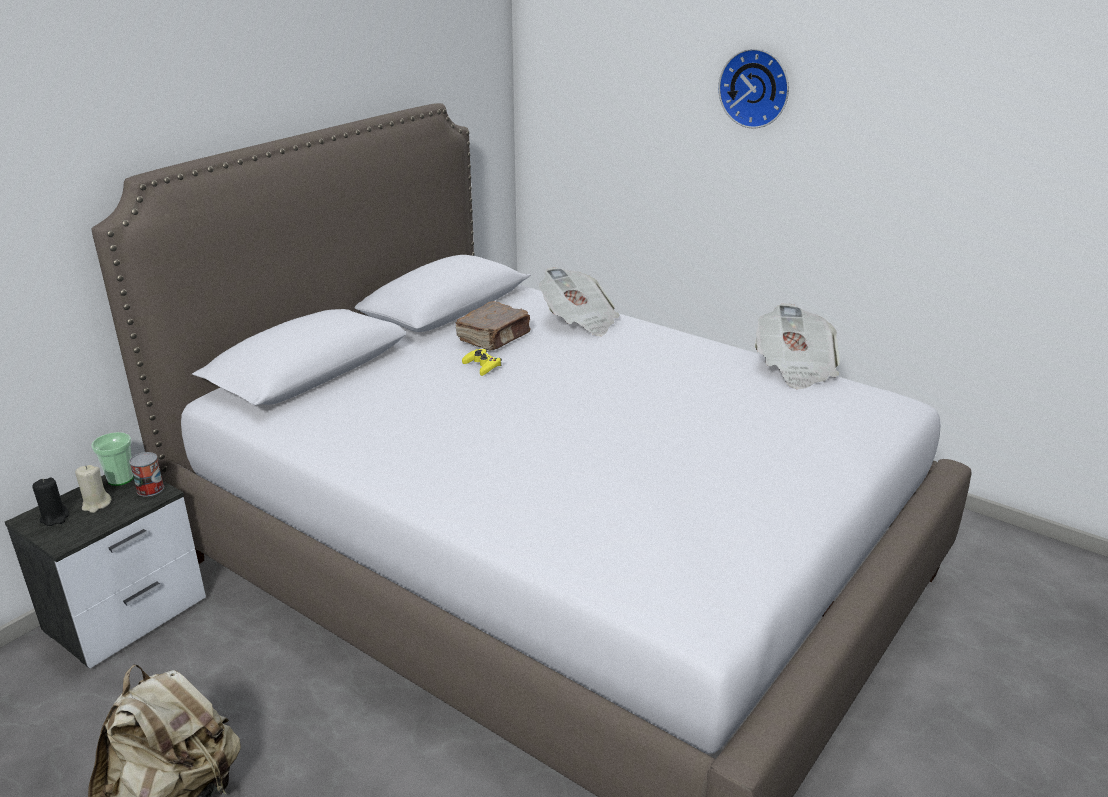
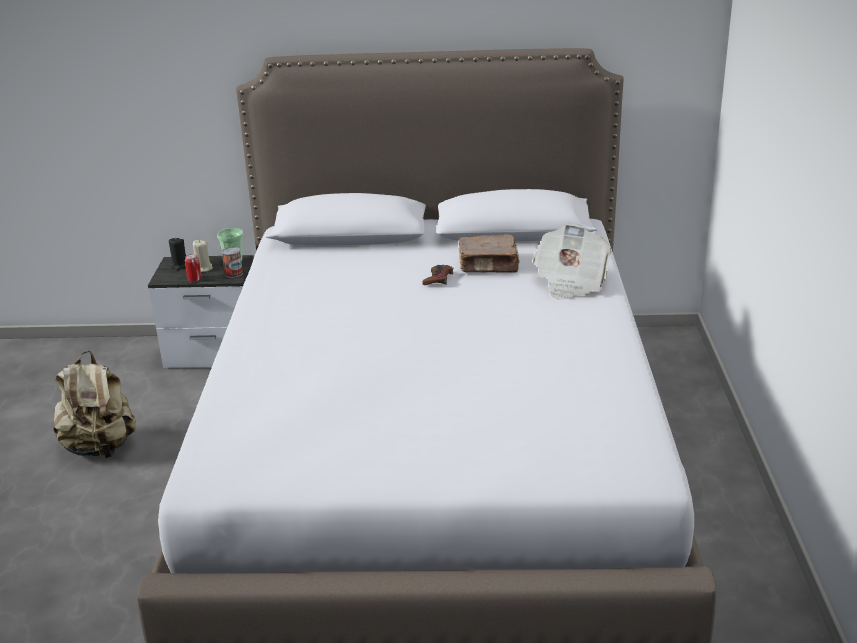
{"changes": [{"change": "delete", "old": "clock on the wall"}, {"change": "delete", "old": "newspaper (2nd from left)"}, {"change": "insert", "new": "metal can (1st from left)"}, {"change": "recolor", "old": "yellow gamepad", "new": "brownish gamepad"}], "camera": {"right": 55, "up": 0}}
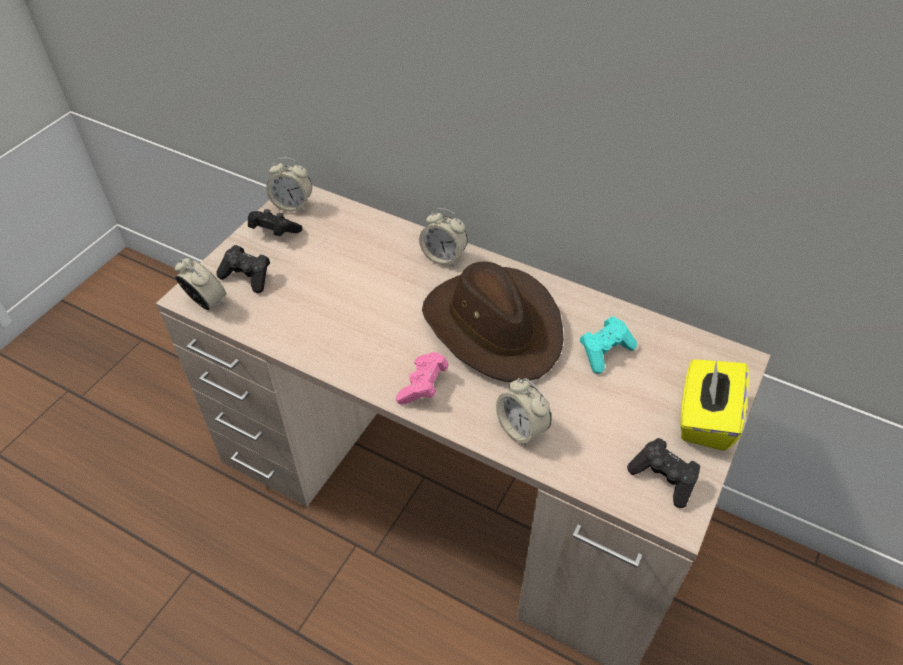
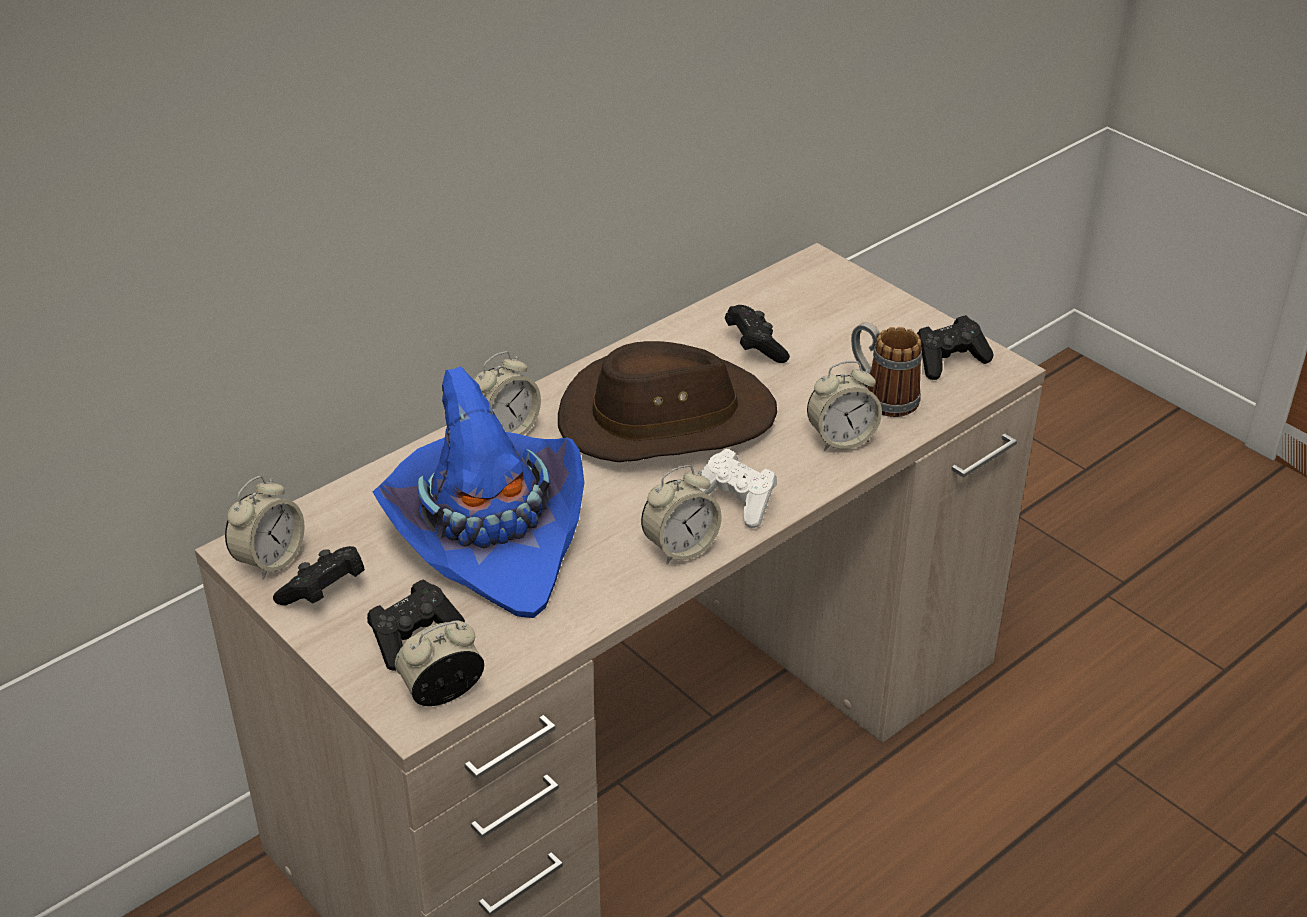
{"changes": [{"change": "delete", "old": "yellow tissue holder"}, {"change": "insert", "new": "blue clothing hat"}, {"change": "insert", "new": "alarm clock (4th from left)"}, {"change": "insert", "new": "coffee mug"}, {"change": "recolor", "old": "pink gamepad", "new": "white gamepad"}, {"change": "recolor", "old": "turquoise-coloured gamepad", "new": "black gamepad (3rd from left)"}], "camera": {"right": -70, "up": -10}}
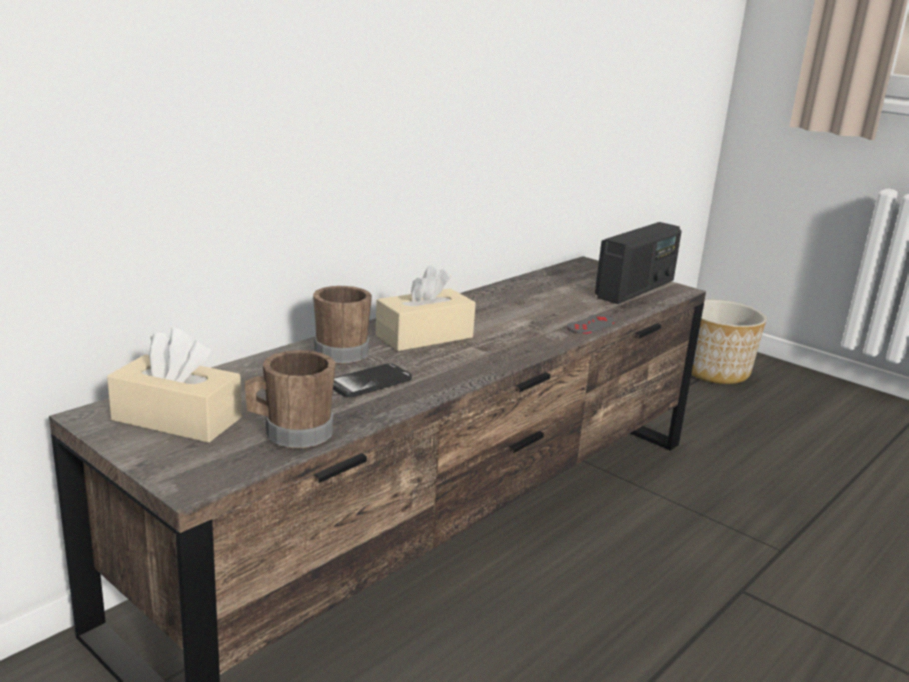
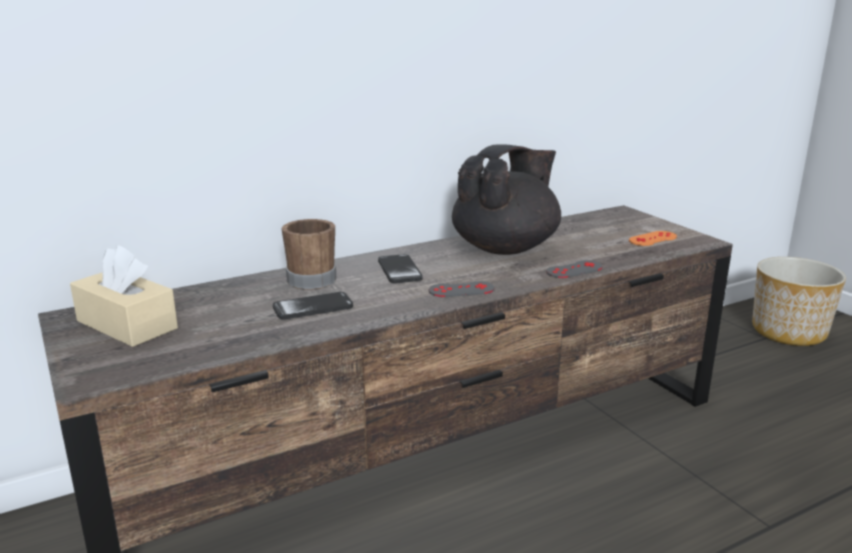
{"changes": [{"change": "delete", "old": "brownish coffee mug (1st from left)"}, {"change": "insert", "new": "gray gamepad (1st from left)"}, {"change": "insert", "new": "black pot for tea"}, {"change": "replace", "old": "sand-coloured tissue holder (2nd from left)", "new": "telephone (2nd from left)"}, {"change": "replace", "old": "radio", "new": "orangey gamepad"}], "camera": {"right": 20, "up": 0}}
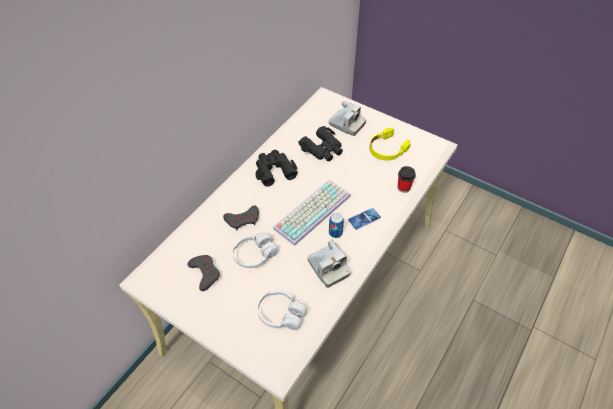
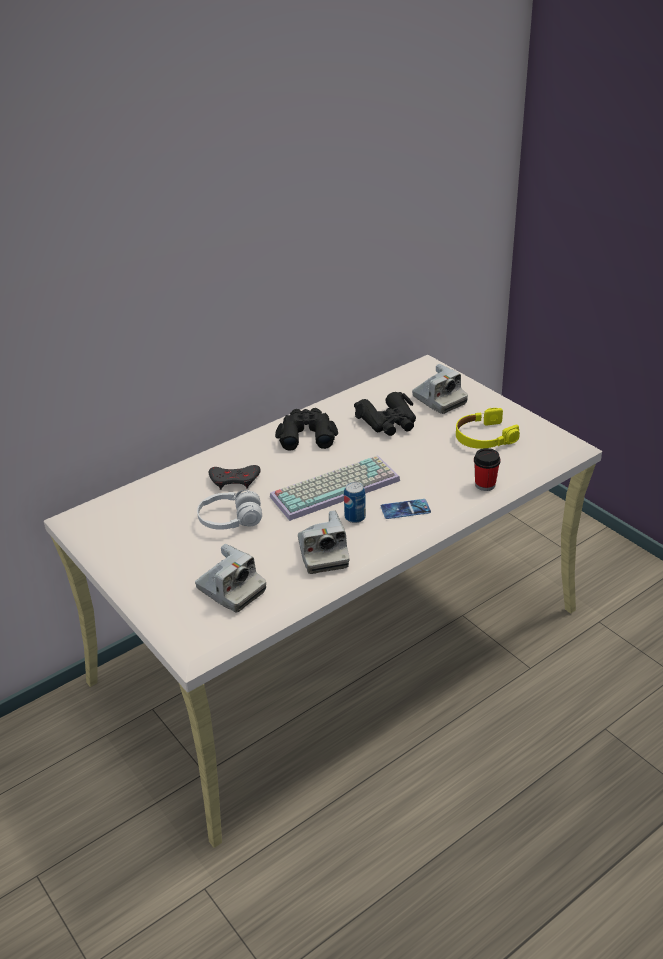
{"changes": [{"change": "delete", "old": "gray gamepad (1st from left)"}, {"change": "replace", "old": "white pair of headphones (2nd from left)", "new": "still camera (1st from left)"}], "camera": {"right": 20, "up": -15}}
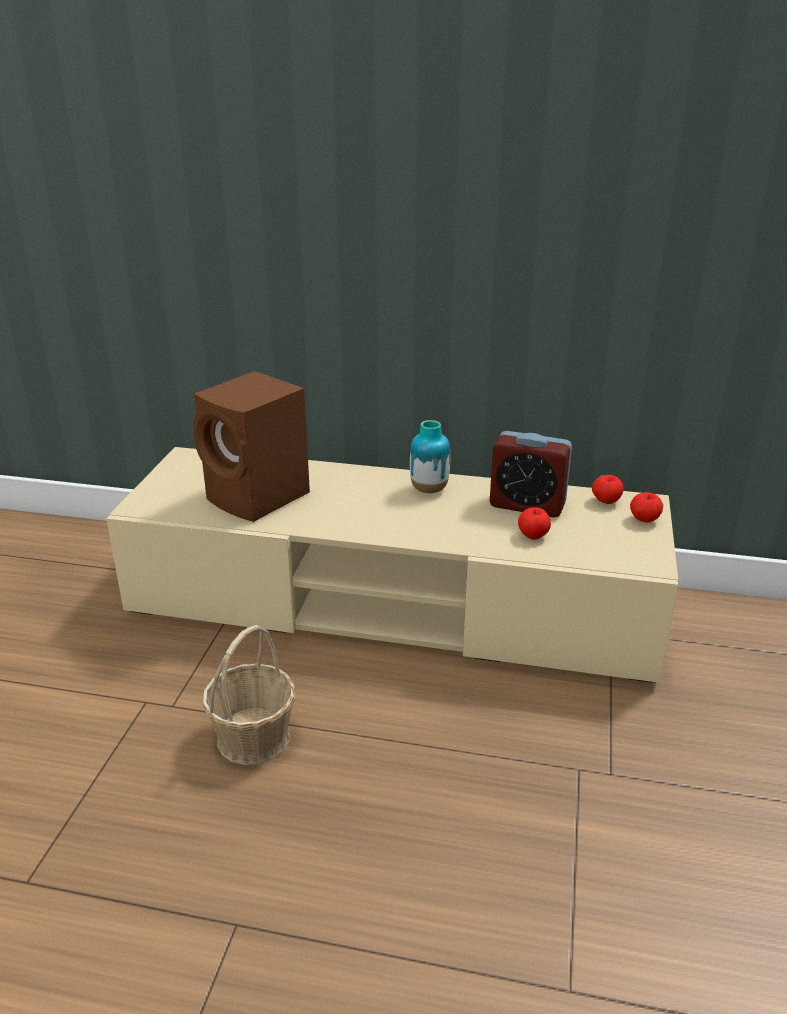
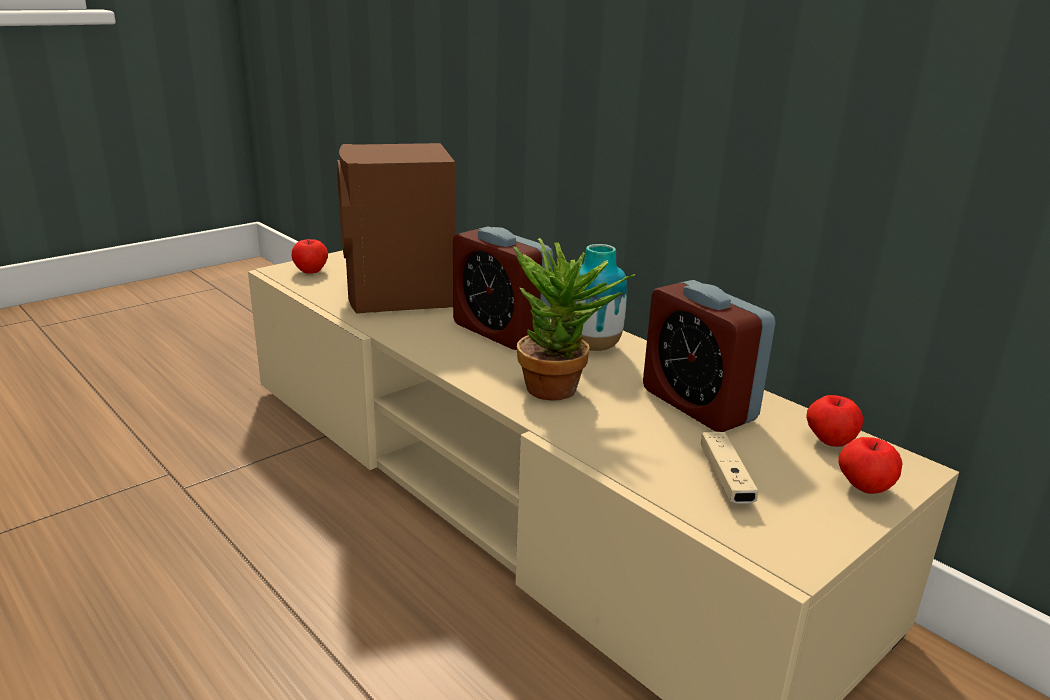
{"changes": [{"change": "delete", "old": "basket"}, {"change": "insert", "new": "alarm clock (1st from left)"}, {"change": "insert", "new": "houseplant"}, {"change": "insert", "new": "sand-coloured gamepad"}, {"change": "move", "old": "apple (1st from left)"}], "camera": {"right": 35, "up": -5}}
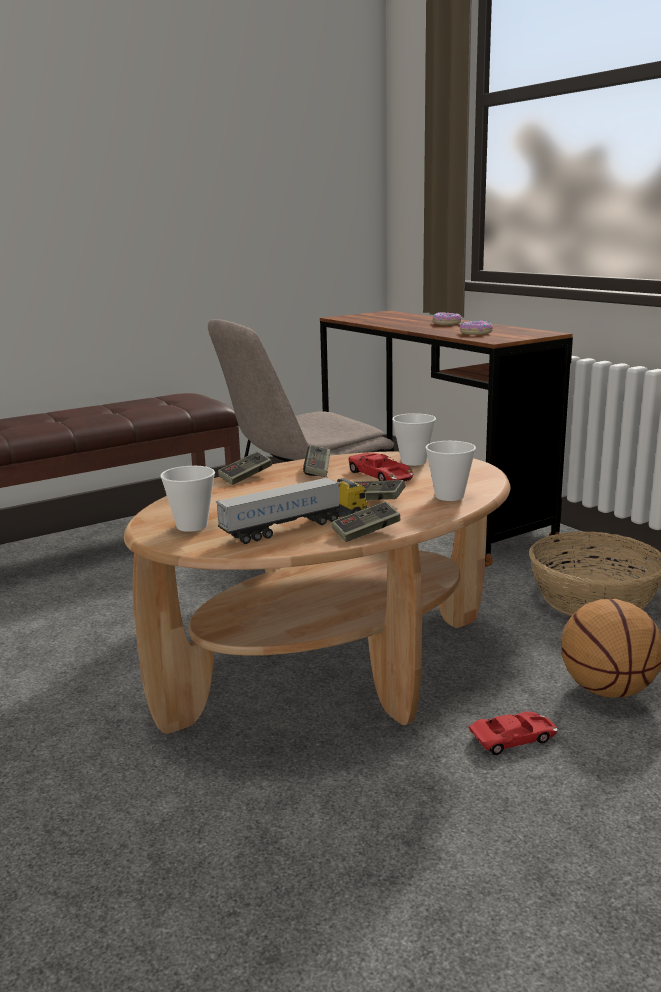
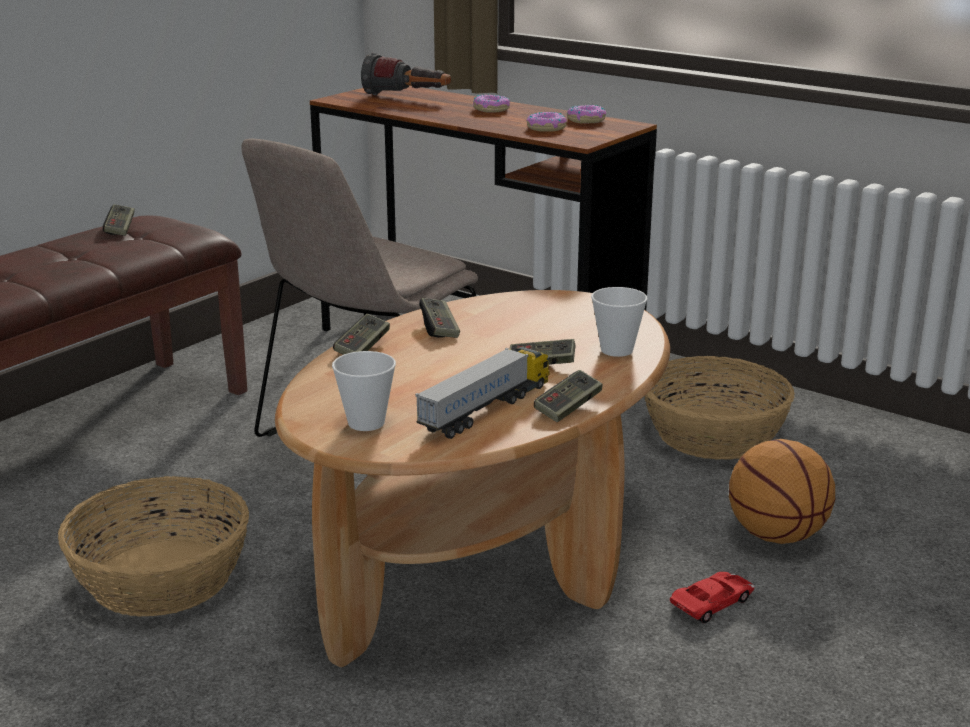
{"changes": [{"change": "delete", "old": "red miniature car (1st from left)"}, {"change": "delete", "old": "small cup (2nd from left)"}, {"change": "insert", "new": "basket (1st from left)"}, {"change": "insert", "new": "gamepad (1st from left)"}, {"change": "insert", "new": "torch"}, {"change": "insert", "new": "doughnut (3rd from left)"}], "camera": {"right": -20, "up": 5}}
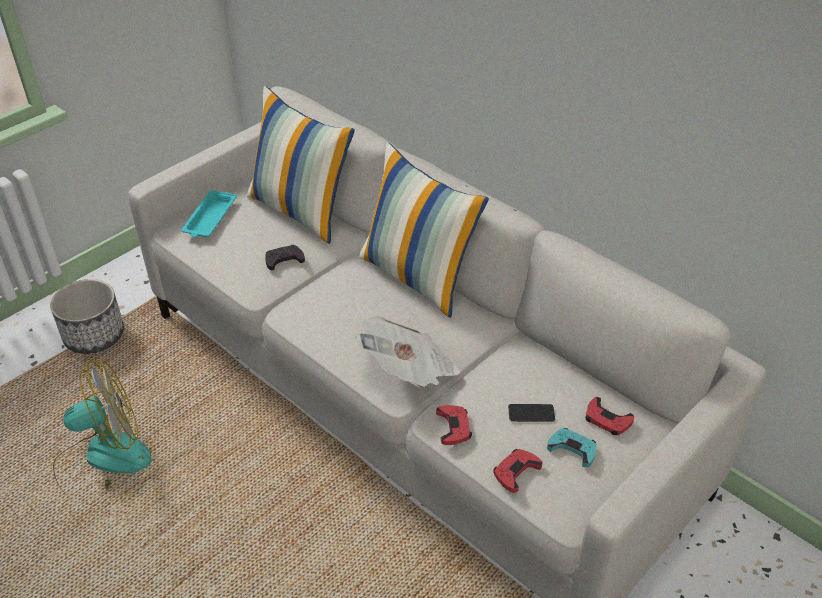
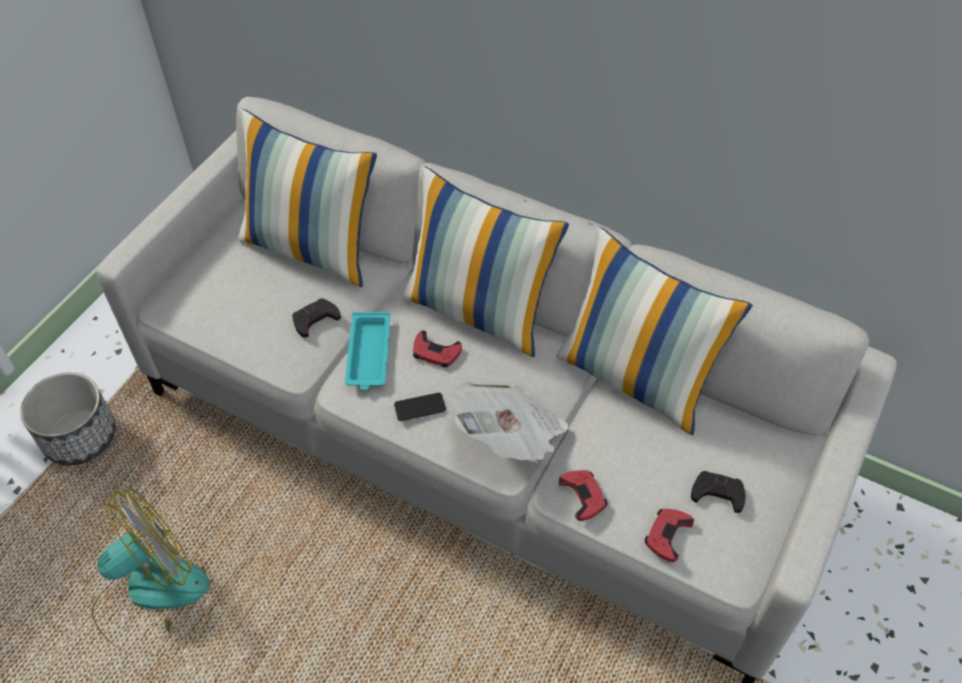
{"changes": [{"change": "insert", "new": "cushion (3rd from left)"}, {"change": "move", "old": "turquoise-coloured serving tray"}, {"change": "move", "old": "telephone"}, {"change": "move", "old": "red gamepad (3rd from left in the first image)", "new": "red gamepad (1st from left)"}, {"change": "recolor", "old": "turquoise-coloured gamepad", "new": "black gamepad (2nd from left)"}], "camera": {"right": -15, "up": 10}}
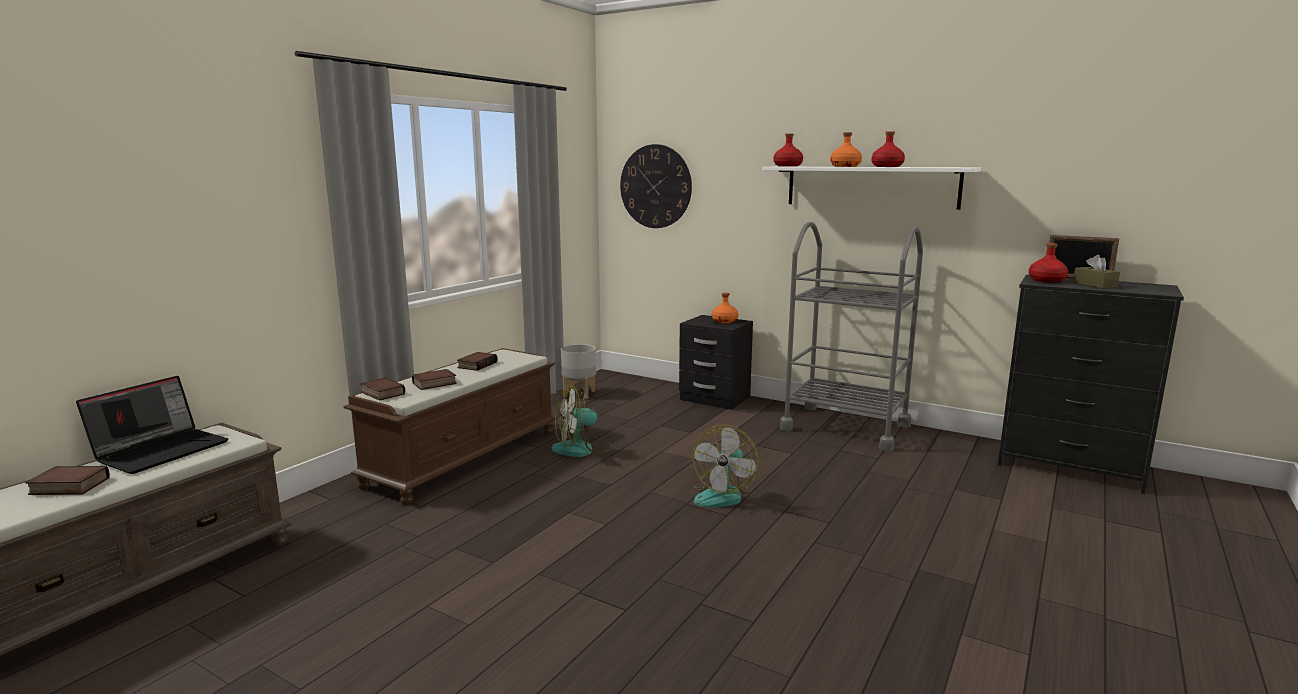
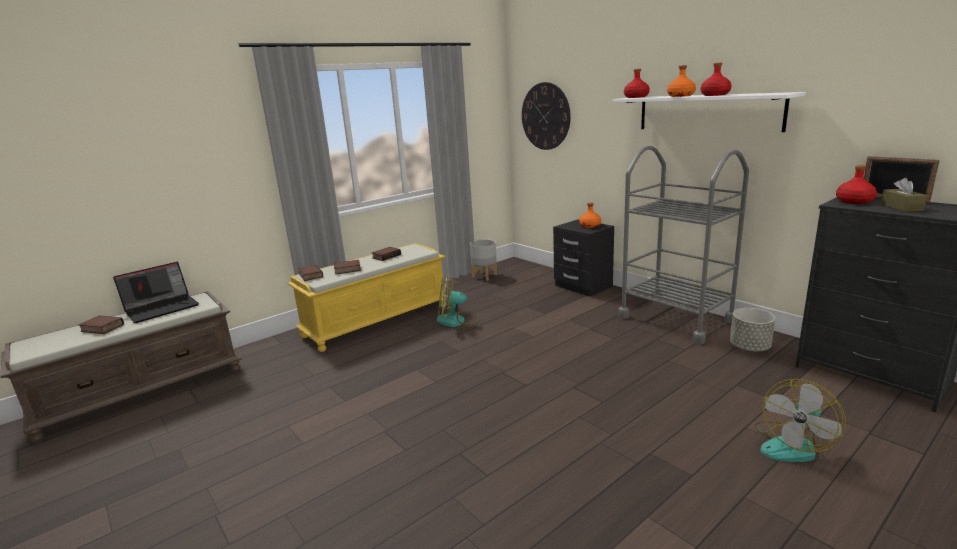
{"changes": [{"change": "insert", "new": "gray planter (2nd from left)"}, {"change": "move", "old": "fan (2nd from left)"}, {"change": "recolor", "old": "brownish long seat (2nd from left)", "new": "yellow long seat"}], "camera": {"right": 20, "up": 5}}
